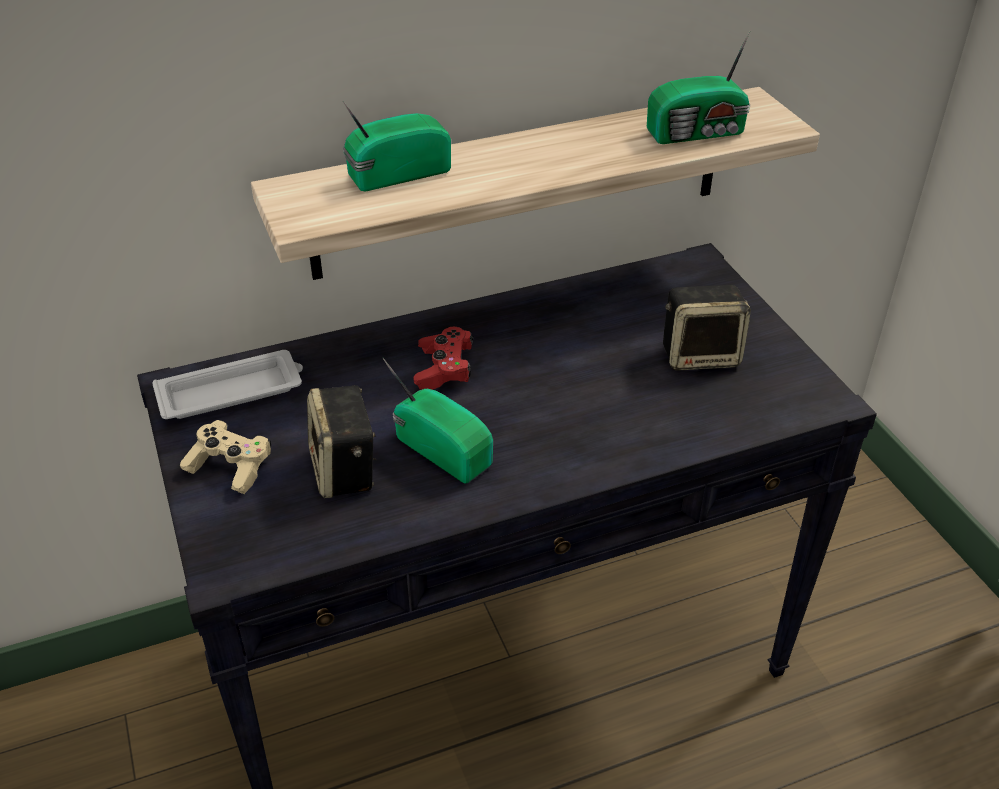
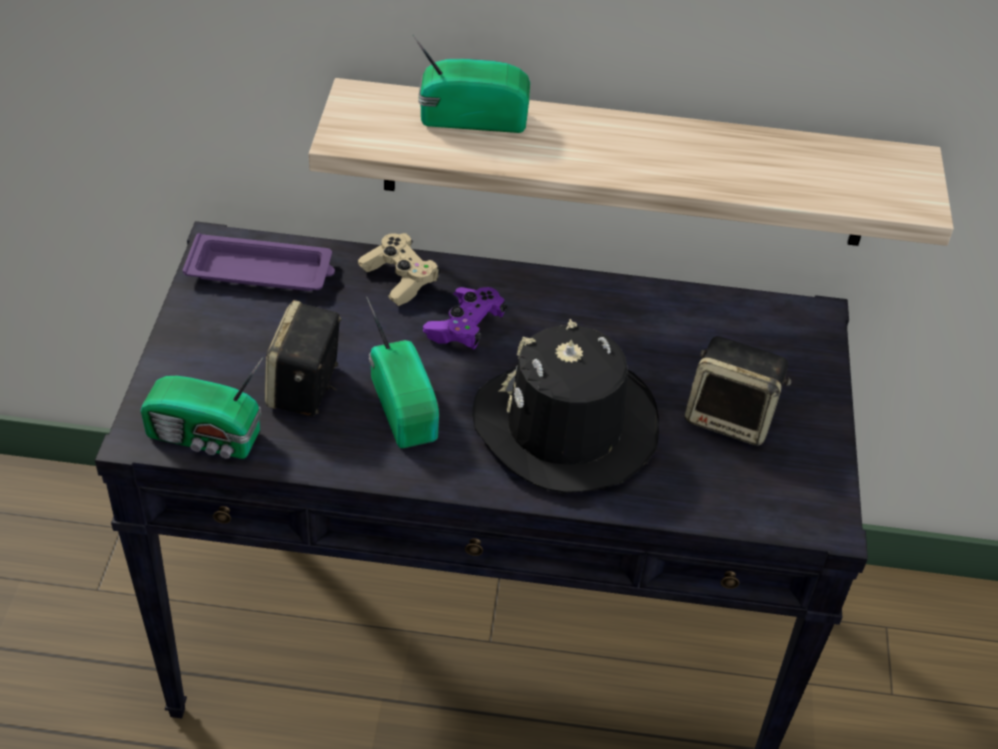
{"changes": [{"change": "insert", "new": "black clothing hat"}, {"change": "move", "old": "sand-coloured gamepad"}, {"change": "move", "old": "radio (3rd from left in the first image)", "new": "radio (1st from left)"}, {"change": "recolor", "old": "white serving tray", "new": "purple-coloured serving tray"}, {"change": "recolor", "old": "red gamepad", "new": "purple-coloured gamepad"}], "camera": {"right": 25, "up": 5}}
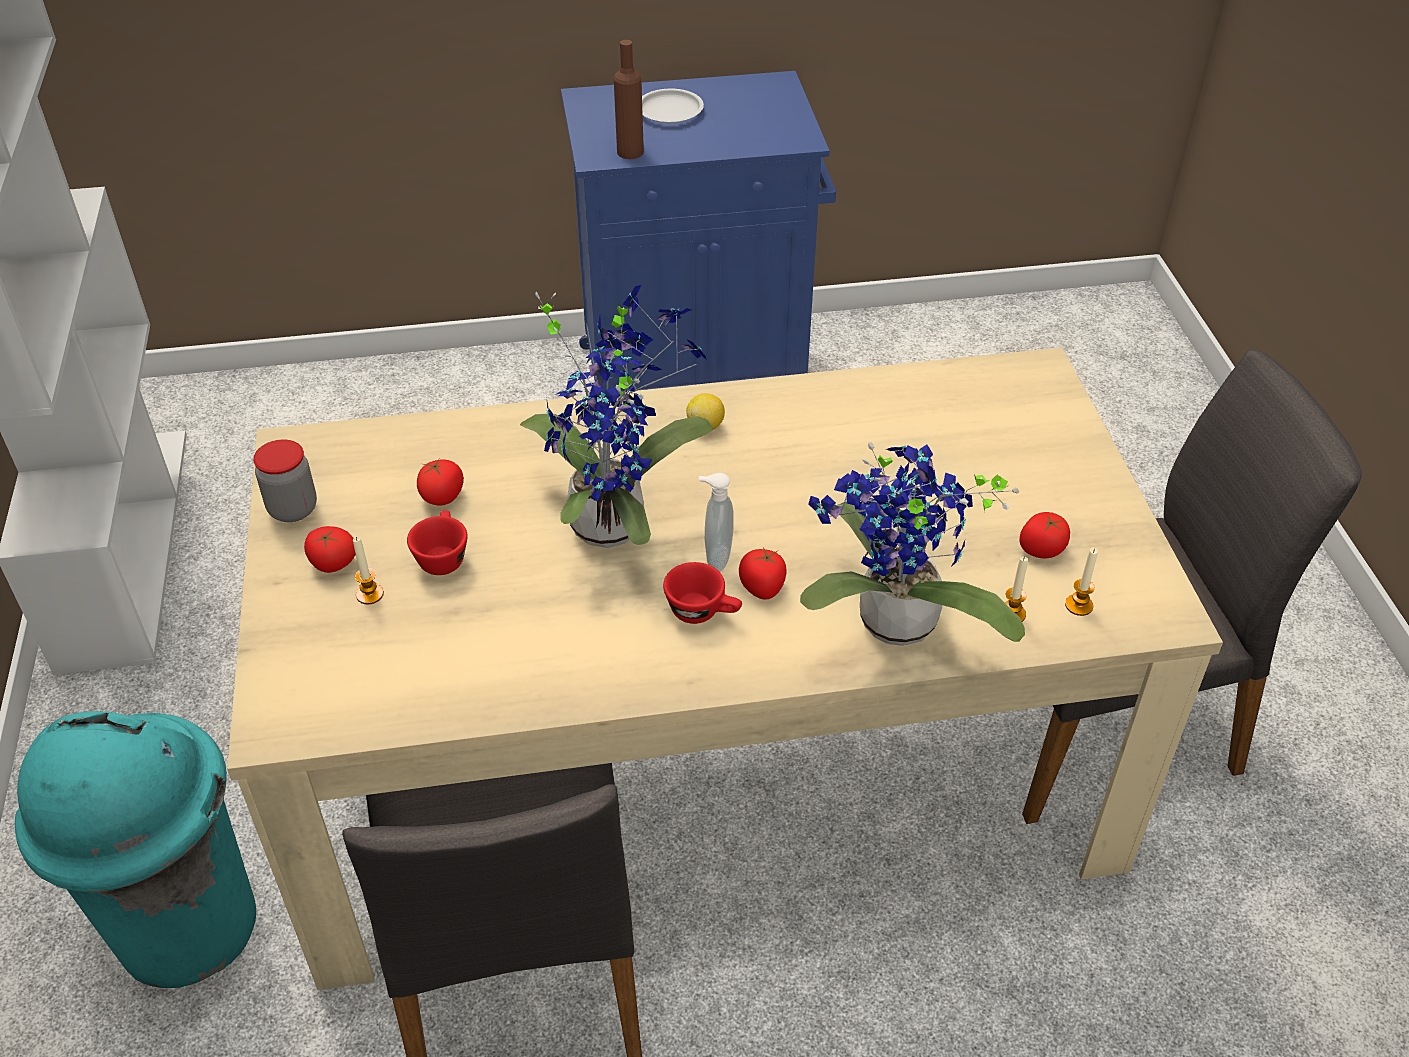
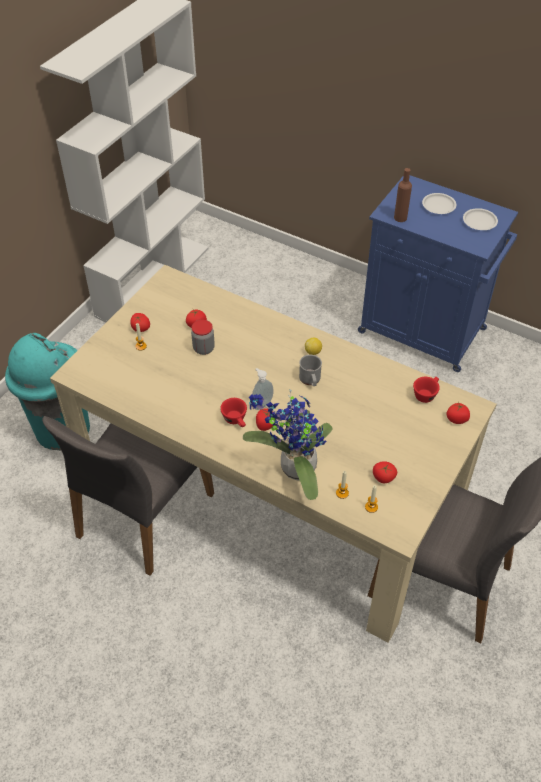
{"changes": [{"change": "delete", "old": "houseplant (1st from left)"}, {"change": "insert", "new": "gray coffee mug"}, {"change": "insert", "new": "whole tomato (5th from left)"}, {"change": "insert", "new": "white flat dish (2nd from left)"}, {"change": "move", "old": "jar"}, {"change": "move", "old": "red small cup (1st from left in the first image)", "new": "red small cup (2nd from left)"}], "camera": {"right": 40, "up": 5}}
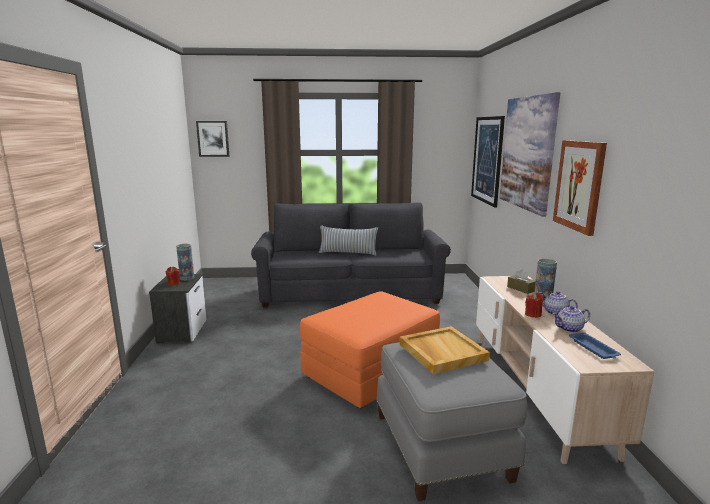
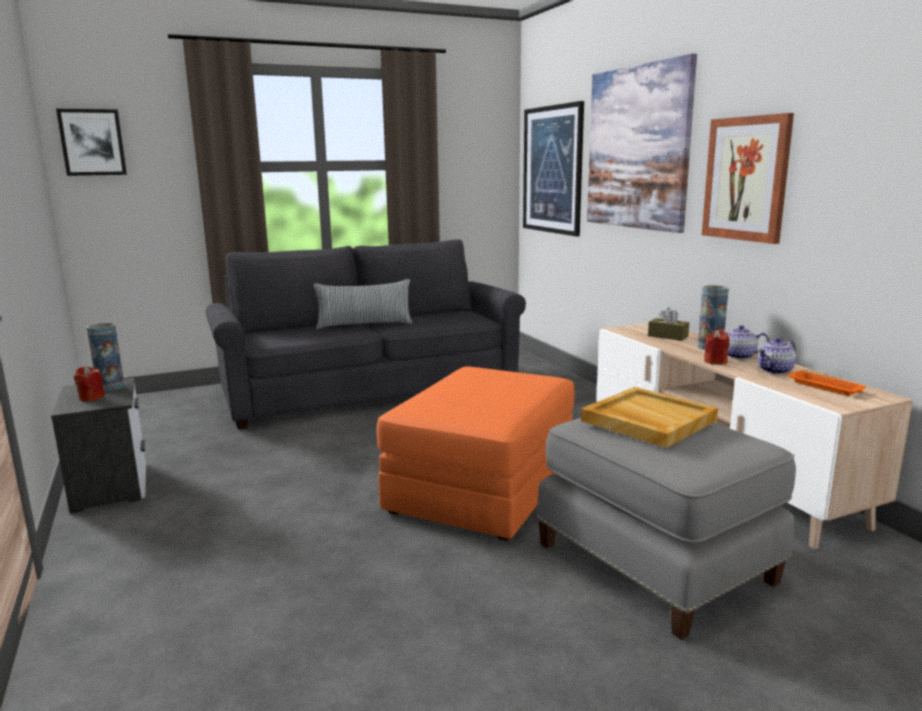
{"changes": [{"change": "recolor", "old": "blue serving tray", "new": "orangey serving tray"}], "camera": {"right": -20, "up": 0}}
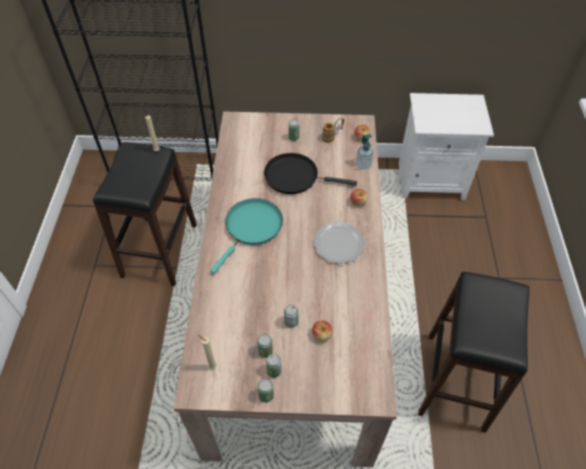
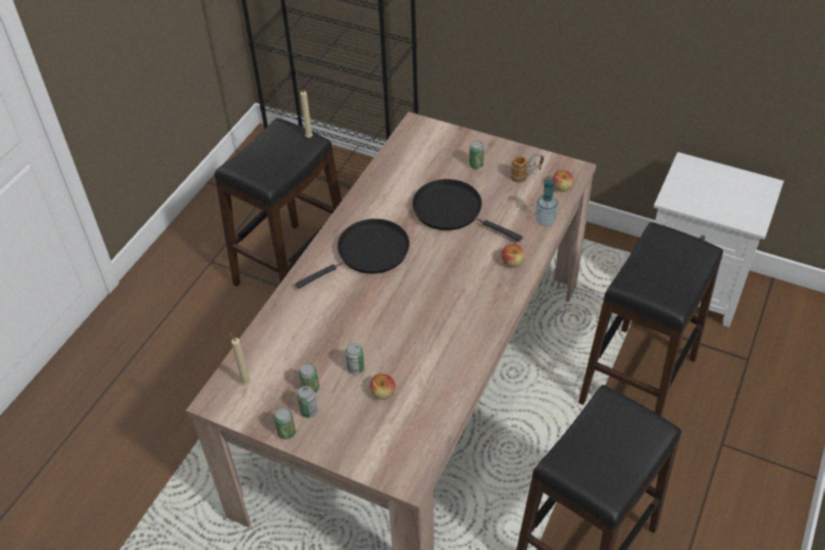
{"changes": [{"change": "delete", "old": "flat dish"}, {"change": "insert", "new": "black stool seat (3rd from left)"}, {"change": "recolor", "old": "turquoise-coloured skillet", "new": "black skillet (1st from left)"}], "camera": {"right": 25, "up": -5}}
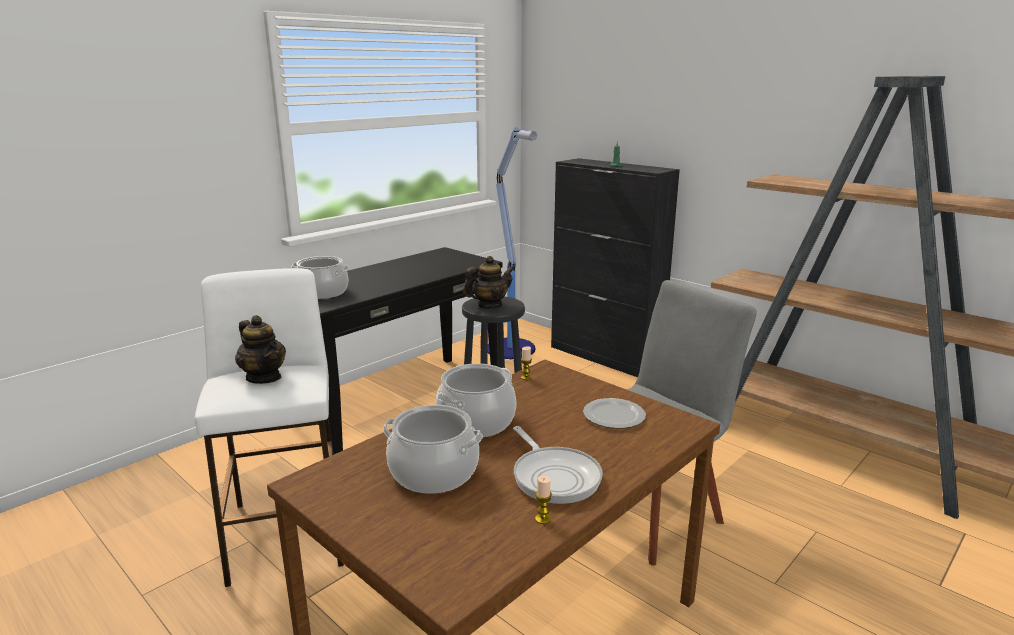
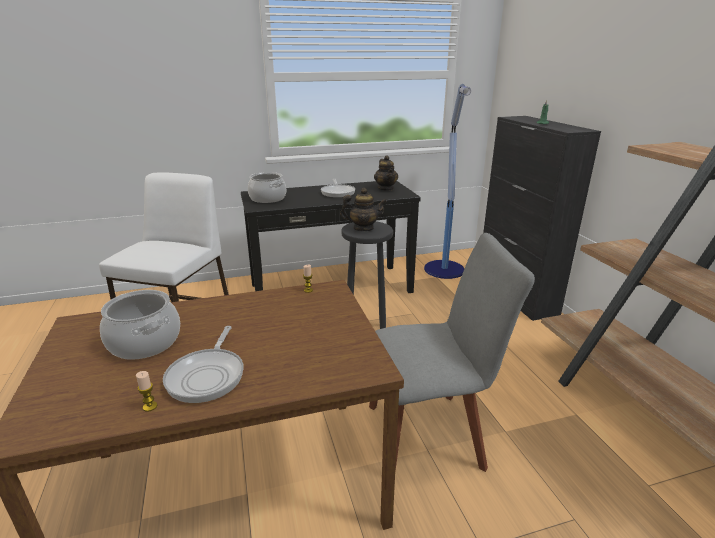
{"changes": [{"change": "delete", "old": "cooking pot (3rd from left)"}, {"change": "delete", "old": "flat dish"}, {"change": "insert", "new": "skillet (2nd from left)"}, {"change": "move", "old": "pot for tea (1st from left in the first image)", "new": "pot for tea (2nd from left)"}], "camera": {"right": 30, "up": 5}}
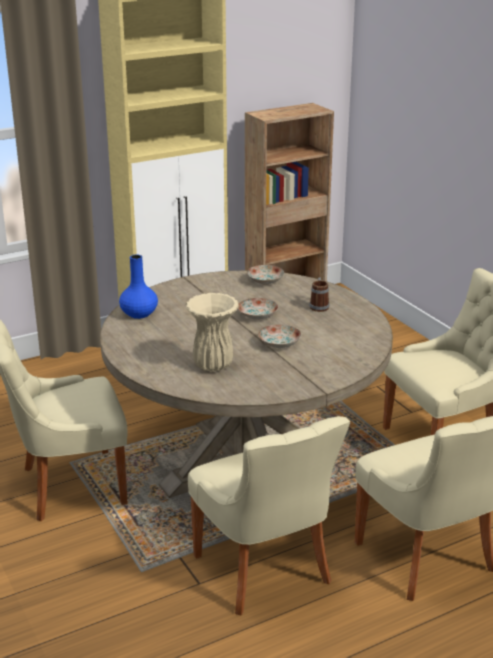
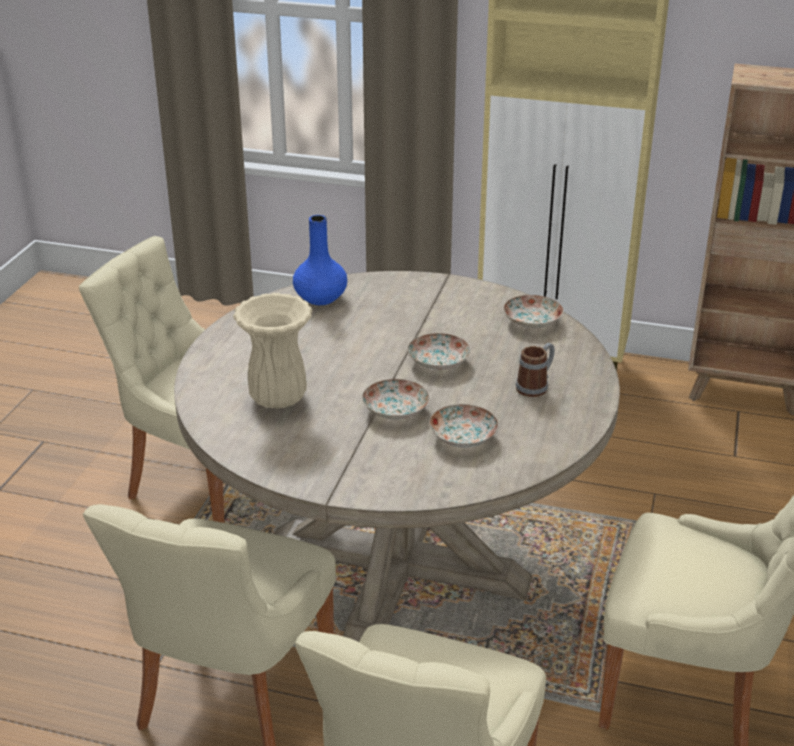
{"changes": [{"change": "insert", "new": "flat dish (3rd from left)"}], "camera": {"right": 45, "up": 5}}
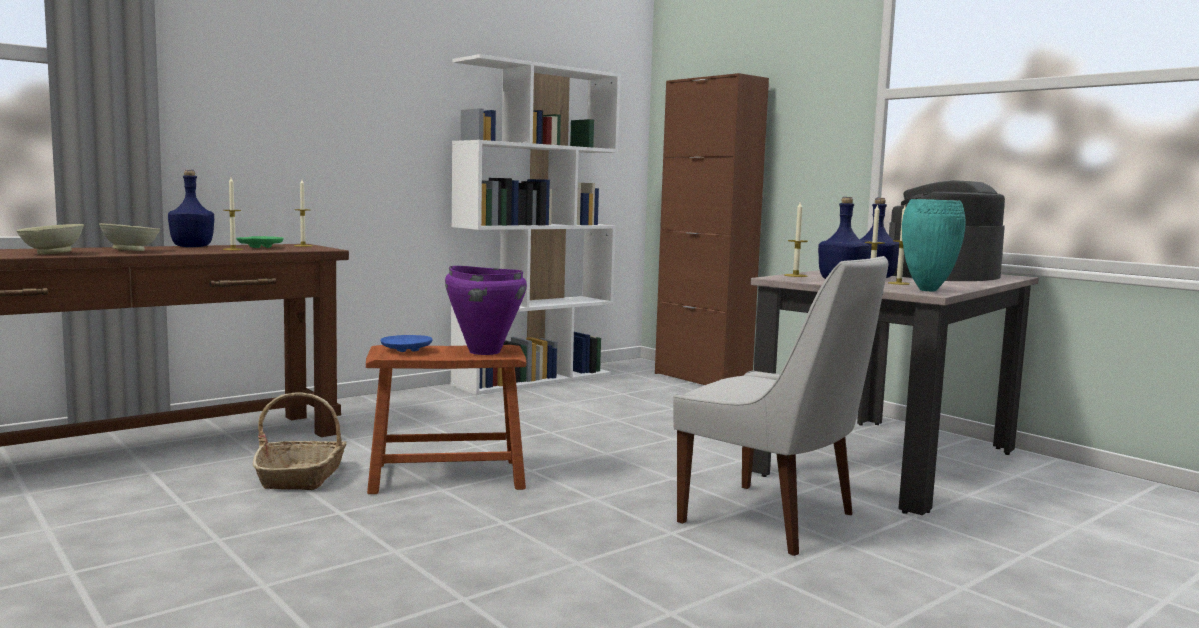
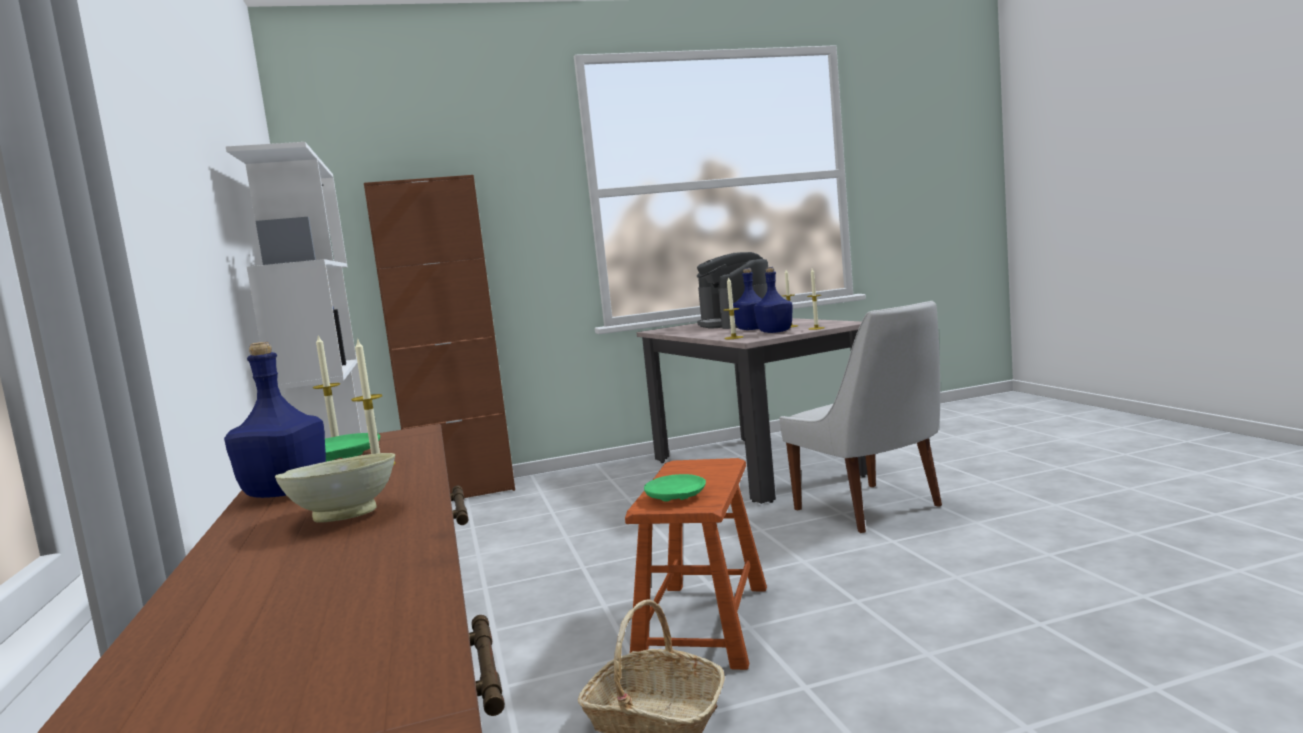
{"changes": [{"change": "delete", "old": "sand-coloured deep dish (1st from left)"}, {"change": "delete", "old": "purple-coloured cooking pot"}, {"change": "delete", "old": "turquoise-coloured flower vase"}, {"change": "recolor", "old": "blue flat dish", "new": "greenish flat dish (2nd from left)"}, {"change": "rotate", "old": "white chair", "degrees": 90}], "camera": {"right": -65, "up": 0}}
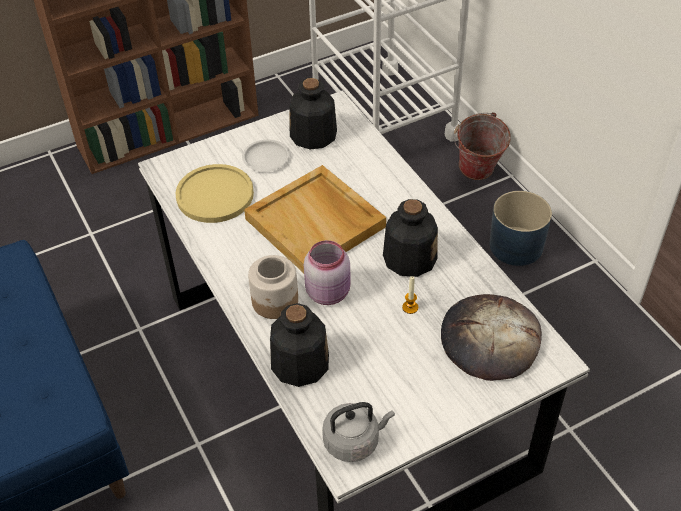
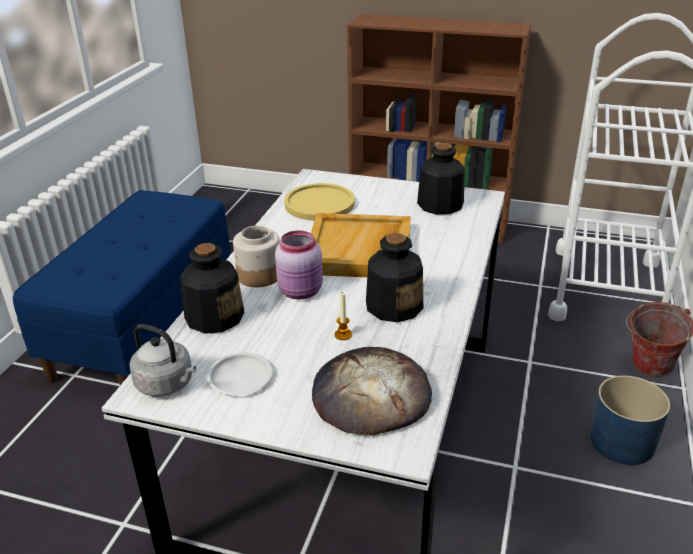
{"changes": [{"change": "move", "old": "white flat dish"}], "camera": {"right": 45, "up": -15}}
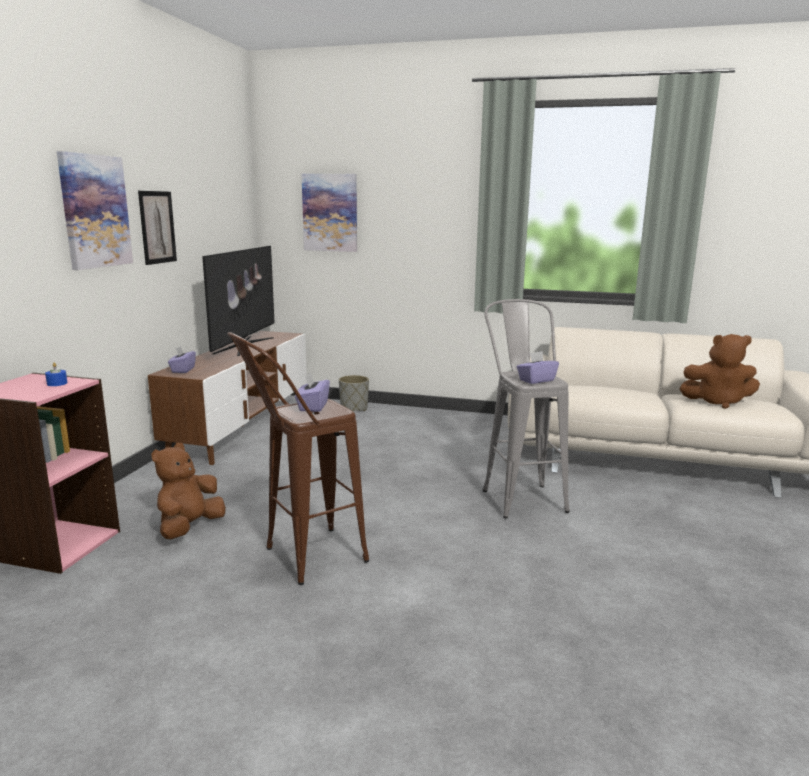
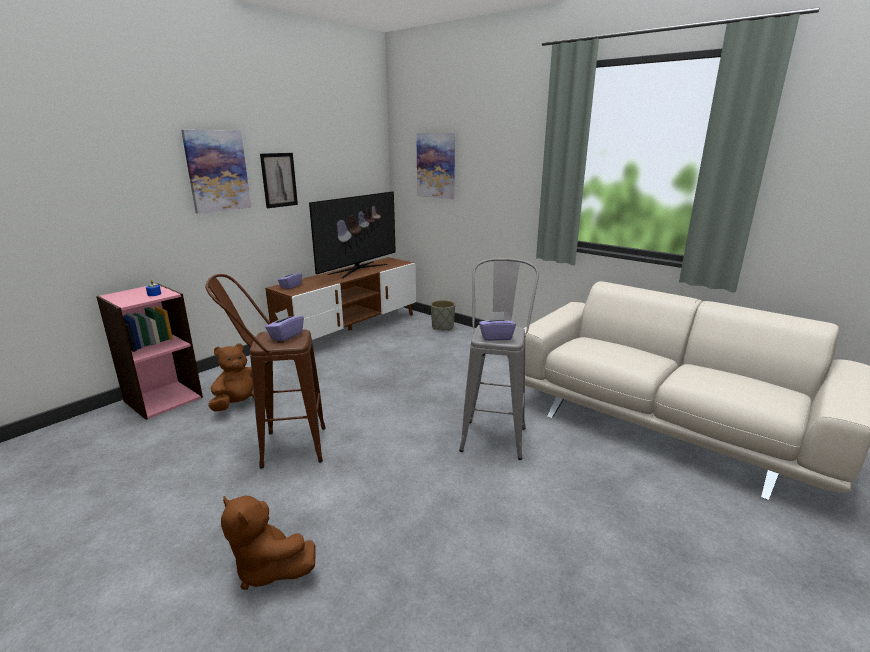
{"changes": [{"change": "move", "old": "brownish plush toy (2nd from left)"}], "camera": {"right": 25, "up": 5}}
